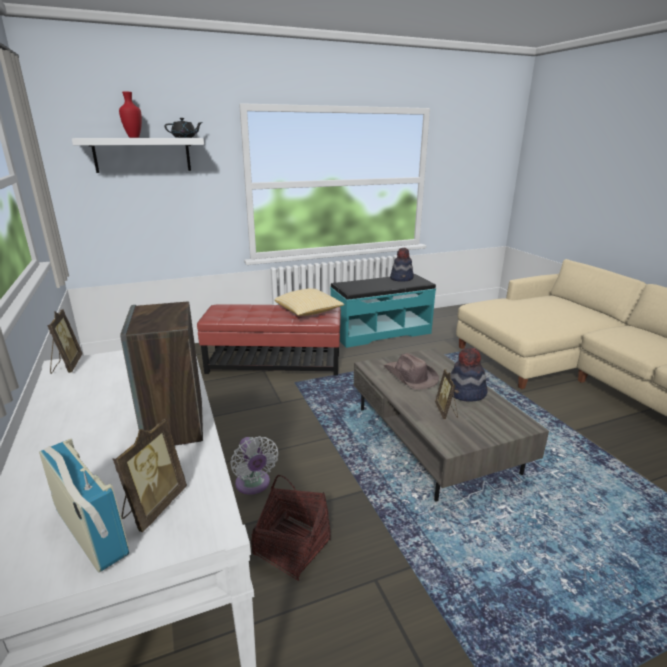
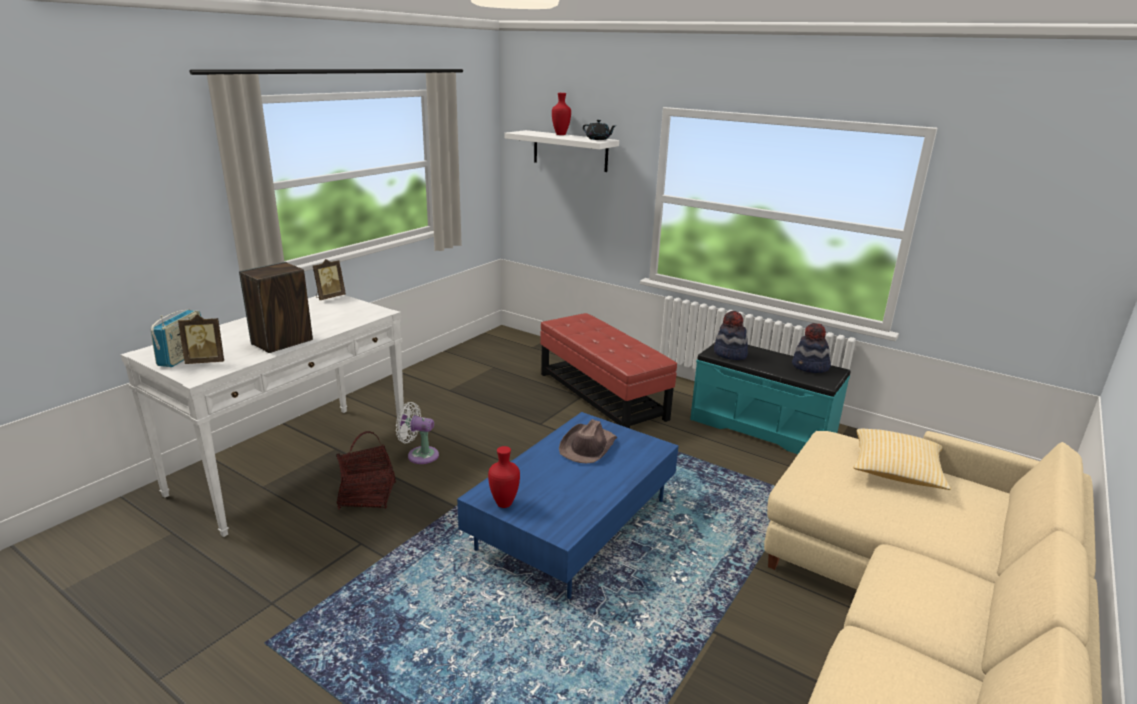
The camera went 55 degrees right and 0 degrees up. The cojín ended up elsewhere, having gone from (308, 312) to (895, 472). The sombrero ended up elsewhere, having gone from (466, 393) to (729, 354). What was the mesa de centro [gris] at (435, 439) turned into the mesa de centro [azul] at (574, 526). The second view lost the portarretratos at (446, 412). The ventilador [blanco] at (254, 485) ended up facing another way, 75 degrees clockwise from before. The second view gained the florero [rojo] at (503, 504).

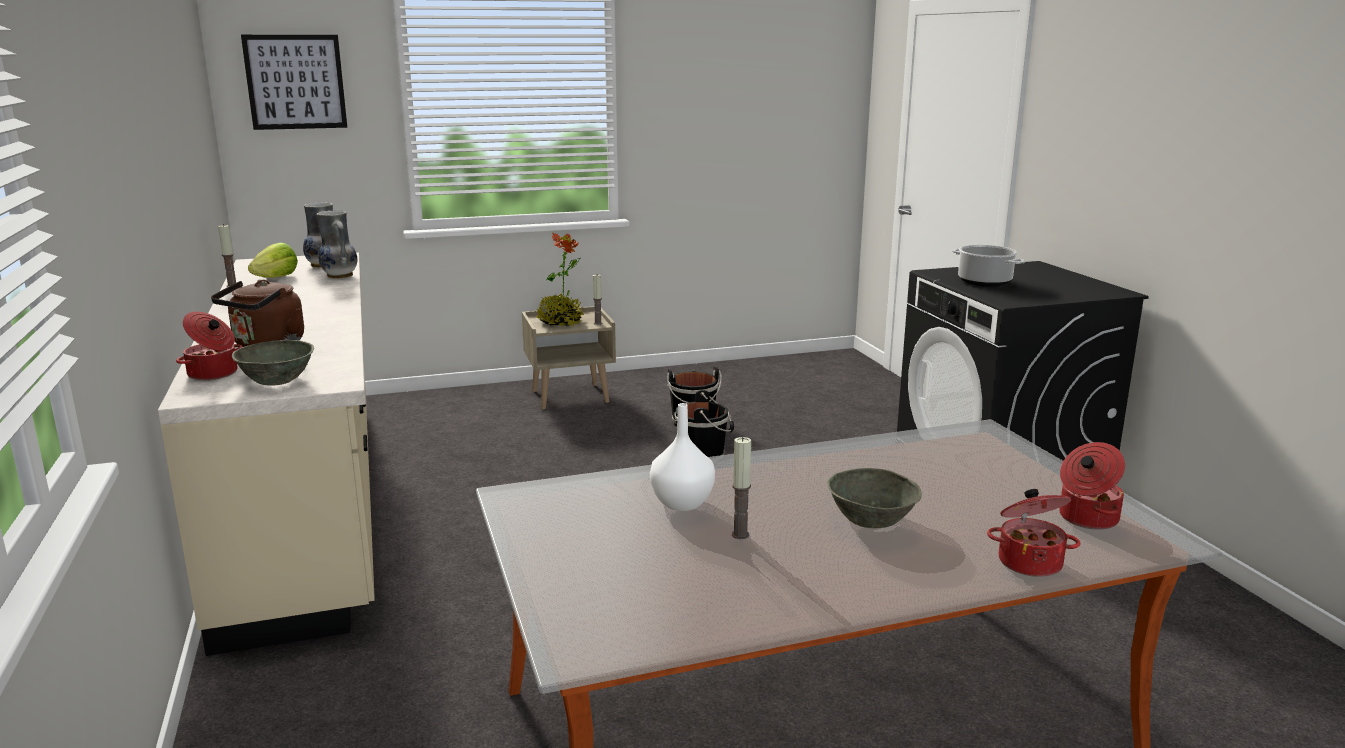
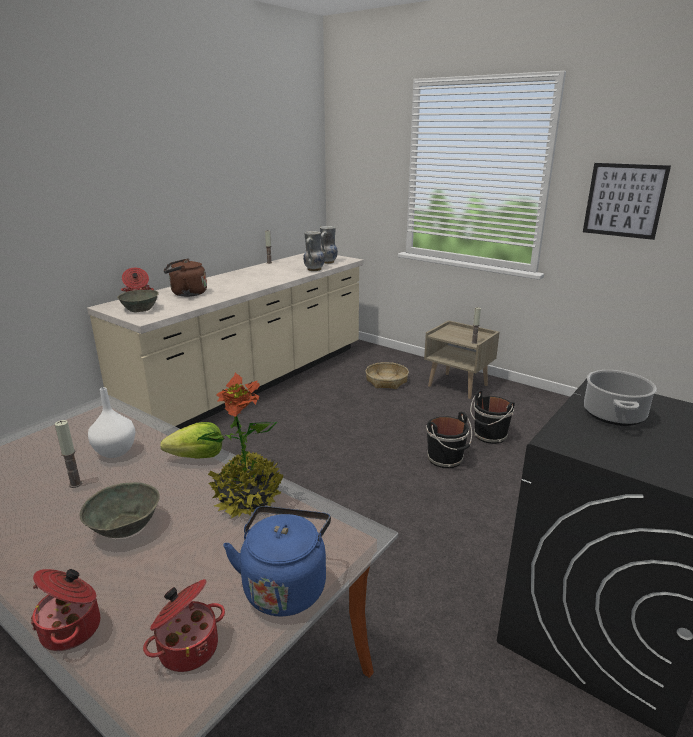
The camera went 55 degrees right and 5 degrees up. The cuadro ended up elsewhere, having gone from (295, 82) to (624, 200). The planta en maceta ended up elsewhere, having gone from (560, 322) to (247, 497). The lechuga ended up elsewhere, having gone from (276, 278) to (197, 457). The second view gained the cesta at (386, 381). The second view gained the hervidor [azul] at (285, 586).

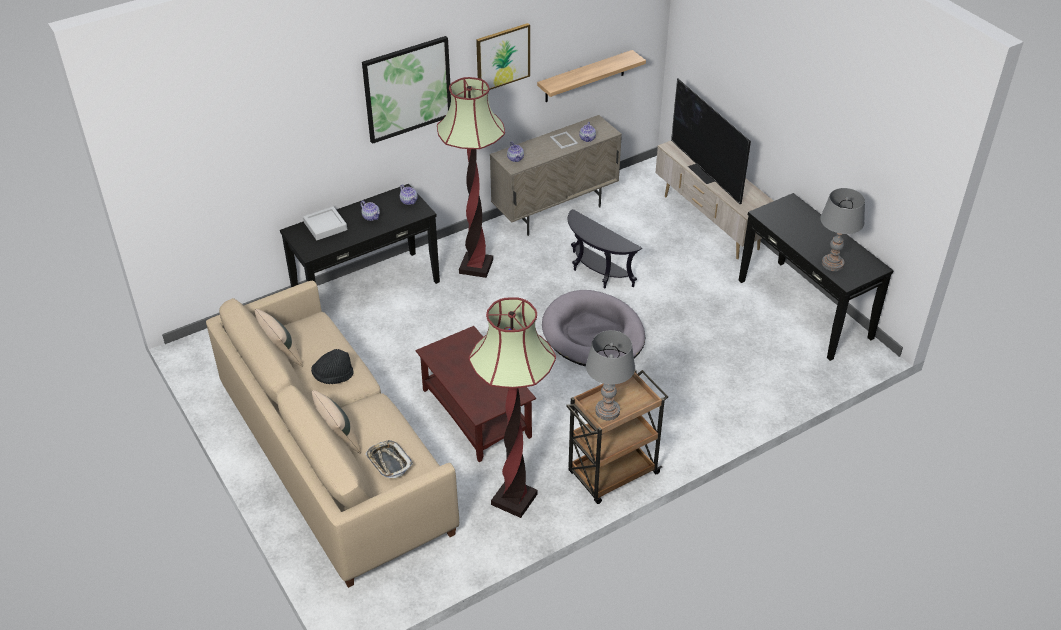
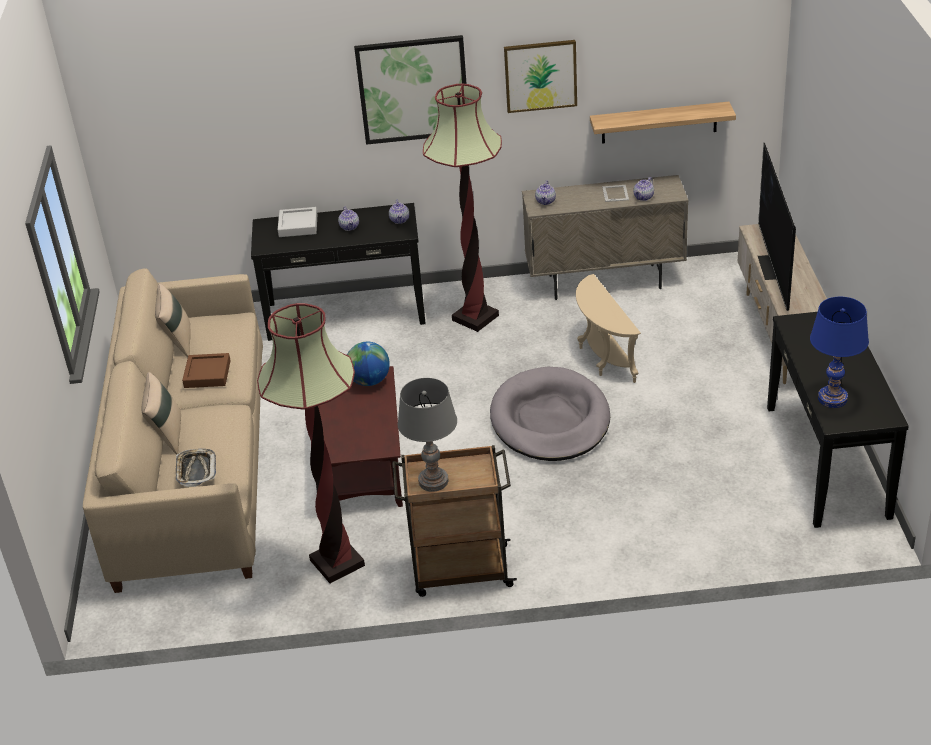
The camera went 30 degrees right and 5 degrees down. What was the lámpara de mesa [gris] at (832, 264) turned into the lámpara de mesa [azul] at (832, 398). What was the mesa auxiliar [negro] at (597, 273) turned into the mesa auxiliar [beis] at (603, 357). Where the sombrero [negro] stood at (333, 376), the bandeja [marrón] came to stand at (207, 374). The second view gained the globo terráqueo at (369, 381).

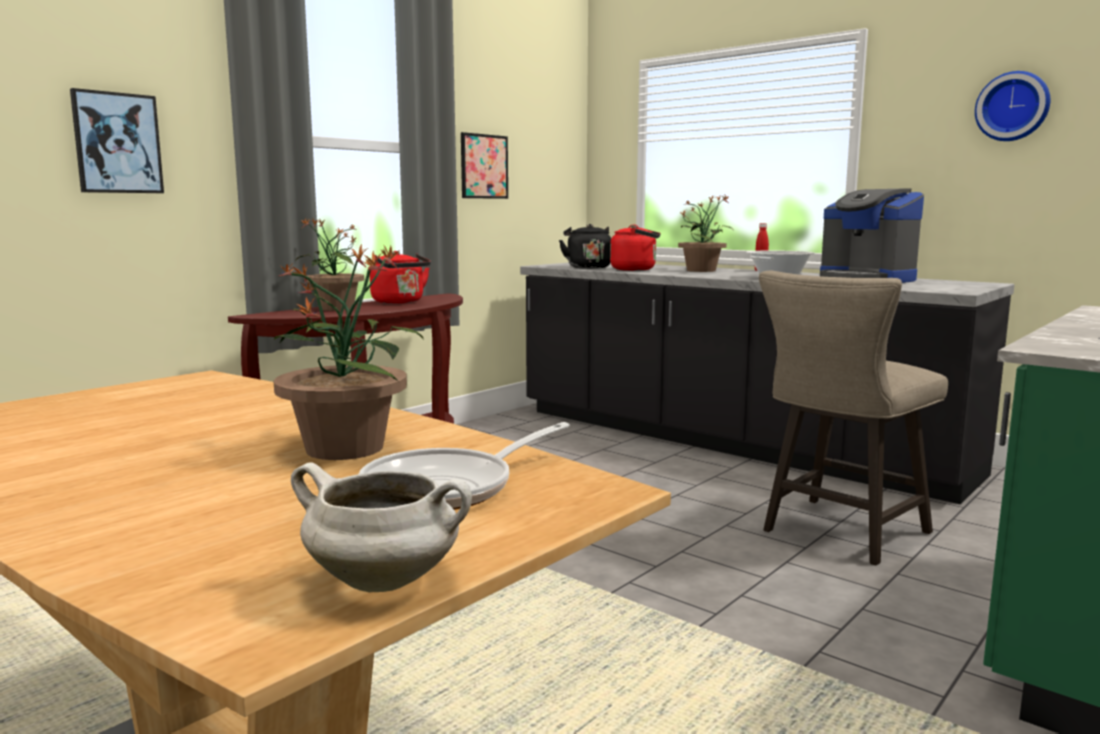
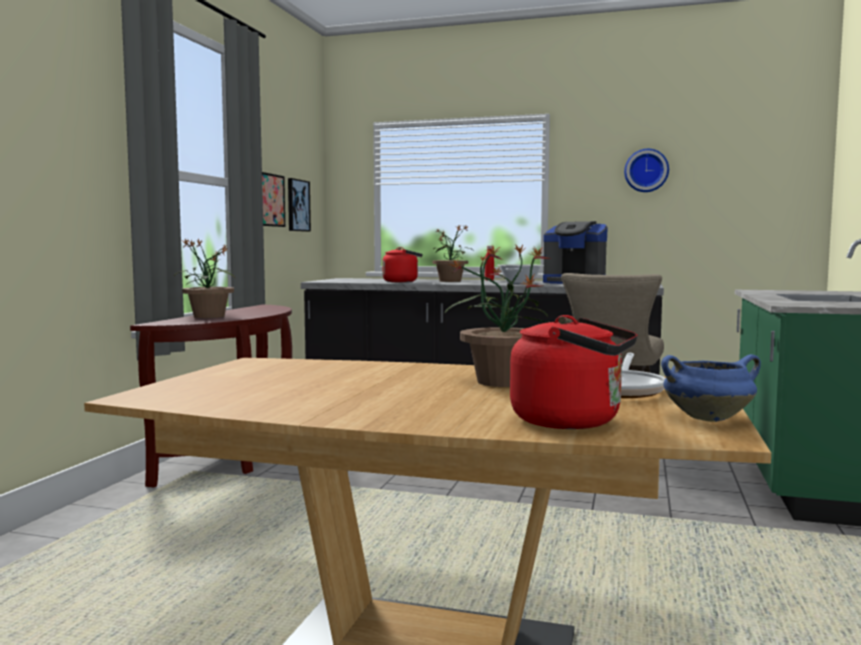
The camera went 25 degrees left and 5 degrees down. The cuadro ended up elsewhere, having gone from (117, 143) to (297, 205). The second view lost the hervidor [negro] at (587, 267). The hervidor [rojo] ended up elsewhere, having gone from (400, 302) to (573, 421). What was the olla [blanco] at (386, 581) turned into the olla [azul] at (708, 418).

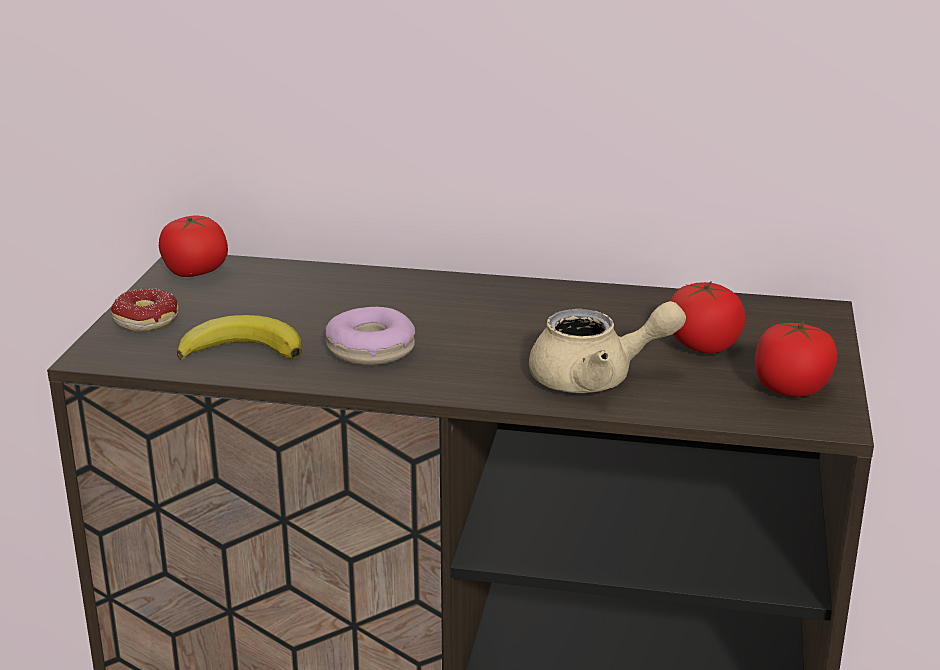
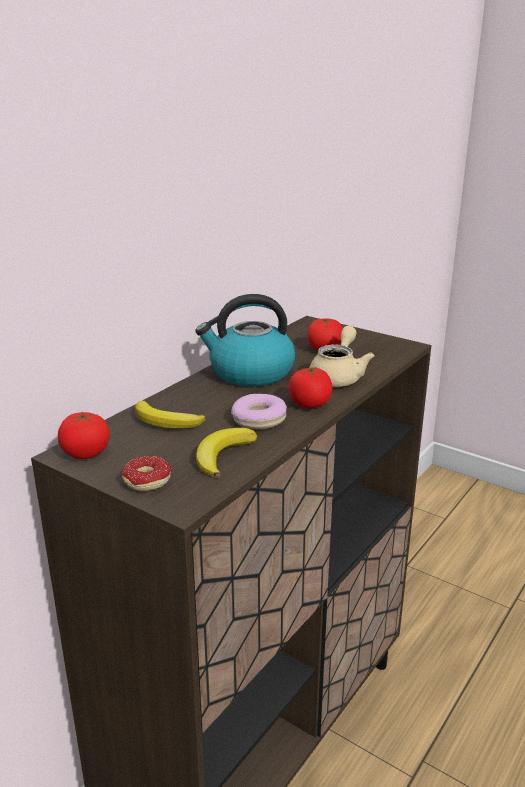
The camera went 65 degrees left and 0 degrees up. The tomate ended up elsewhere, having gone from (791, 388) to (310, 404). The second view gained the hervidor at (250, 373). The second view gained the plátano at (167, 421).

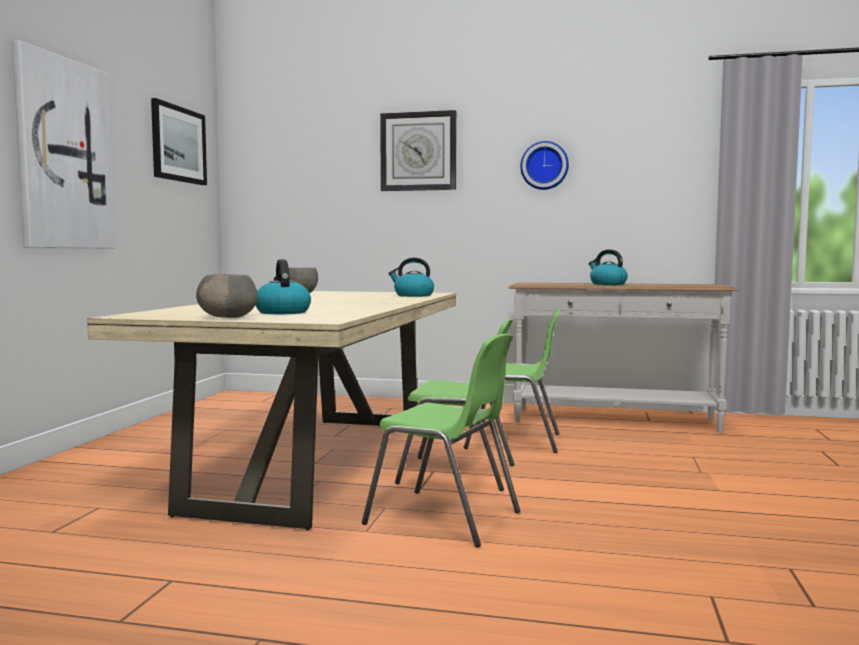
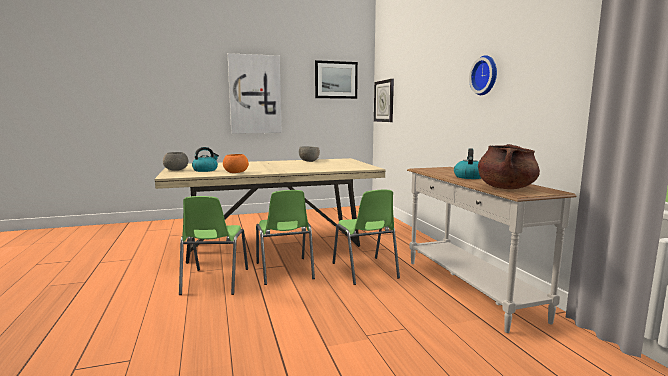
The camera went 60 degrees right and 5 degrees up. The reloj de pared ended up elsewhere, having gone from (418, 151) to (384, 101). The second view lost the hervidor at (413, 295). The second view gained the olla [marrón] at (506, 188). The second view gained the cuenco [naranja] at (235, 172).

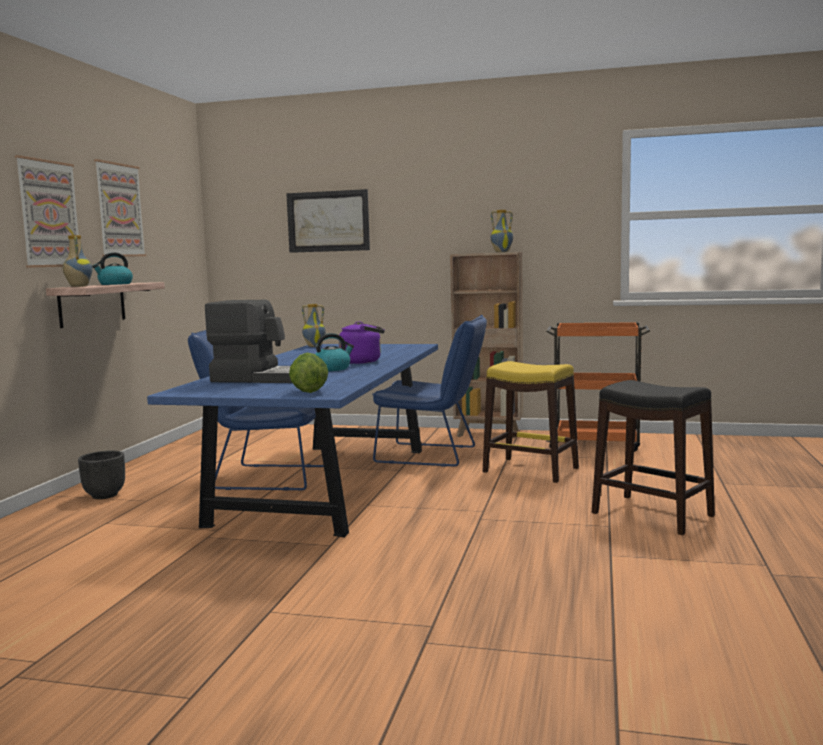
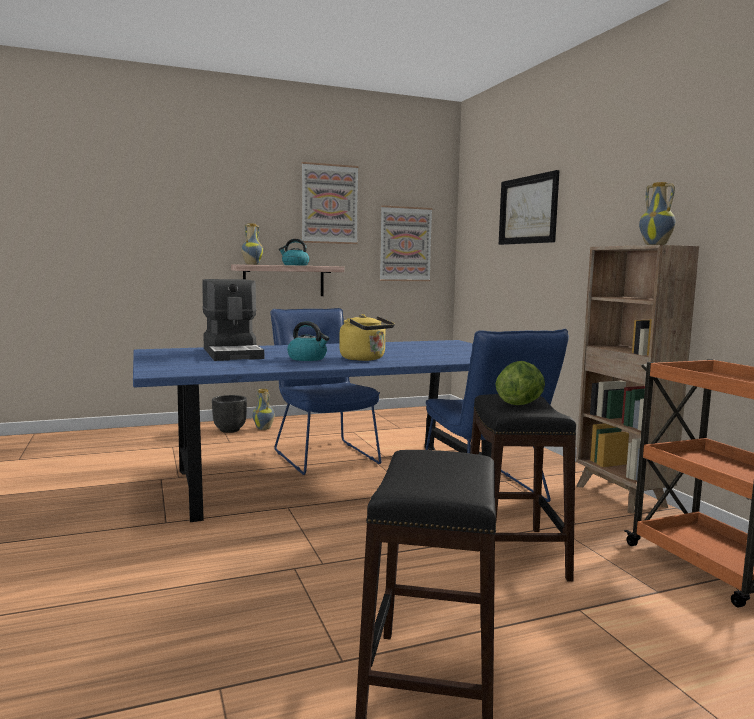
The camera went 55 degrees right and 0 degrees up. The cuadro ended up elsewhere, having gone from (48, 214) to (405, 244). The florero ended up elsewhere, having gone from (314, 346) to (264, 428). What was the hervidor [morado] at (363, 361) turned into the hervidor [amarillo] at (365, 359). The lechuga ended up elsewhere, having gone from (308, 392) to (520, 404). What was the taburete [amarillo] at (530, 470) turned into the taburete [negro] at (514, 553).

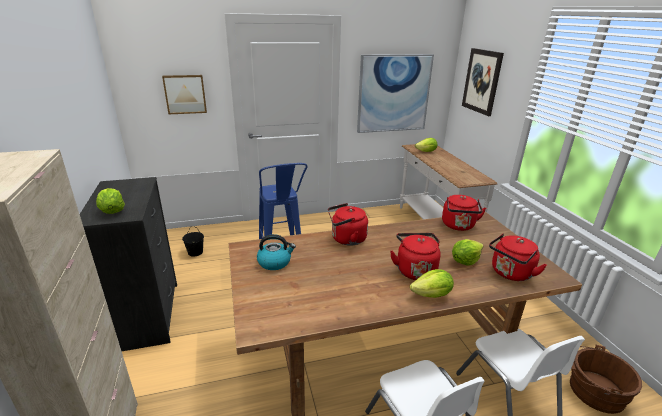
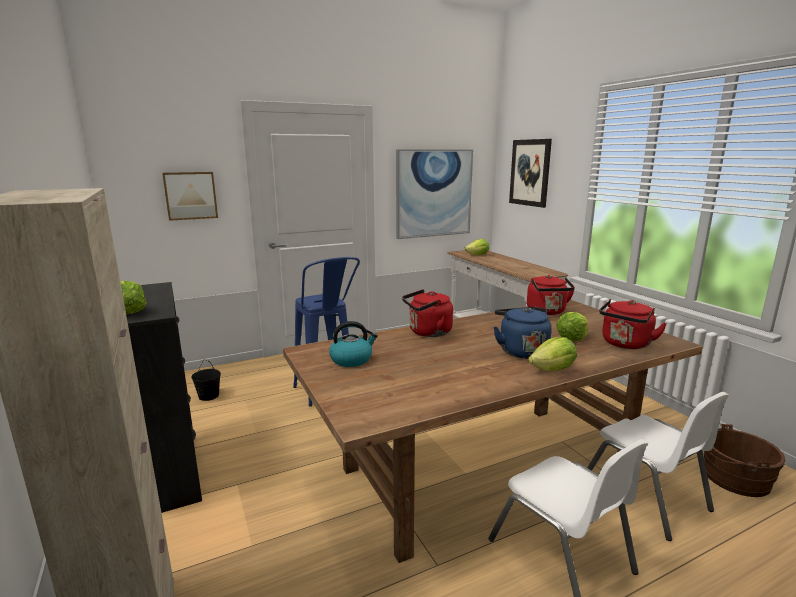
The camera went 10 degrees left and 10 degrees down. What was the hervidor [rojo] at (414, 270) turned into the hervidor [azul] at (521, 351).

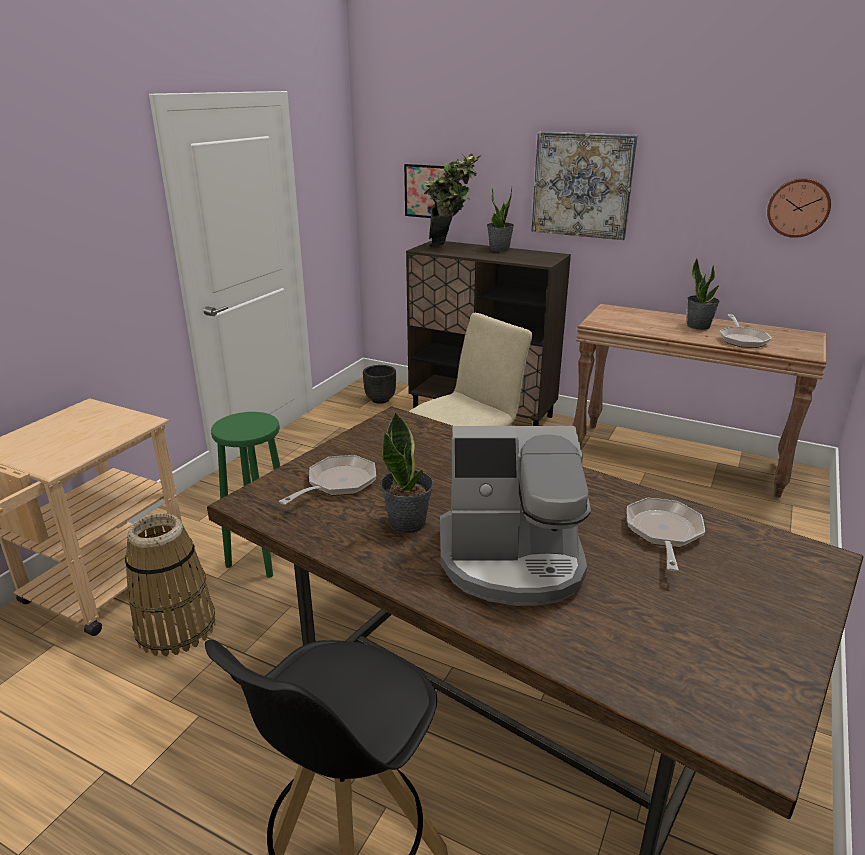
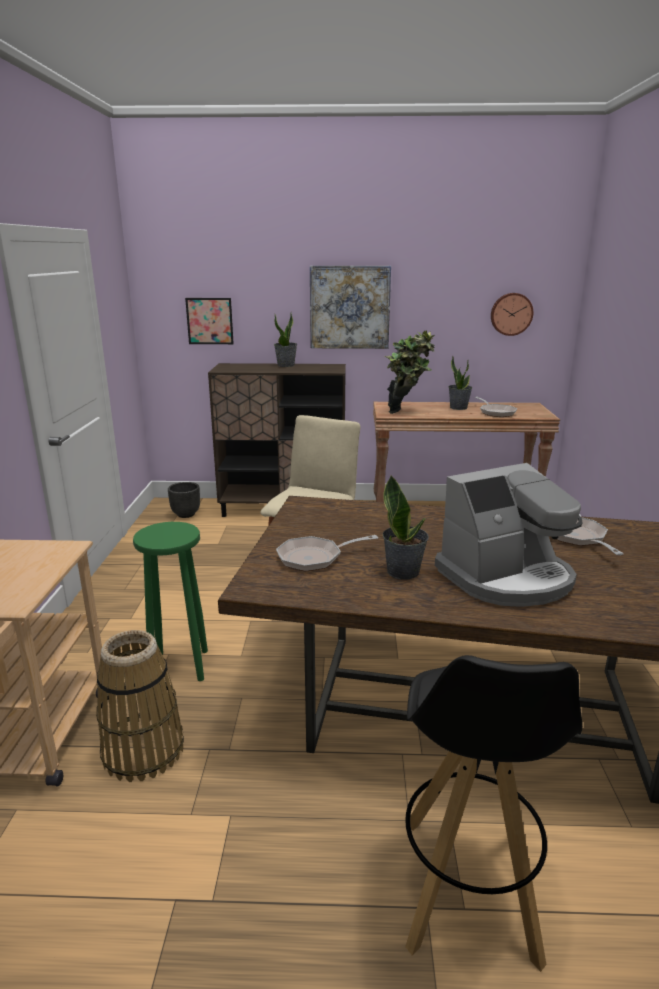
The camera went 25 degrees left and 5 degrees down. The planta en maceta ended up elsewhere, having gone from (451, 246) to (406, 412). The sartén at (337, 484) ended up facing another way, 120 degrees counterclockwise from before.

